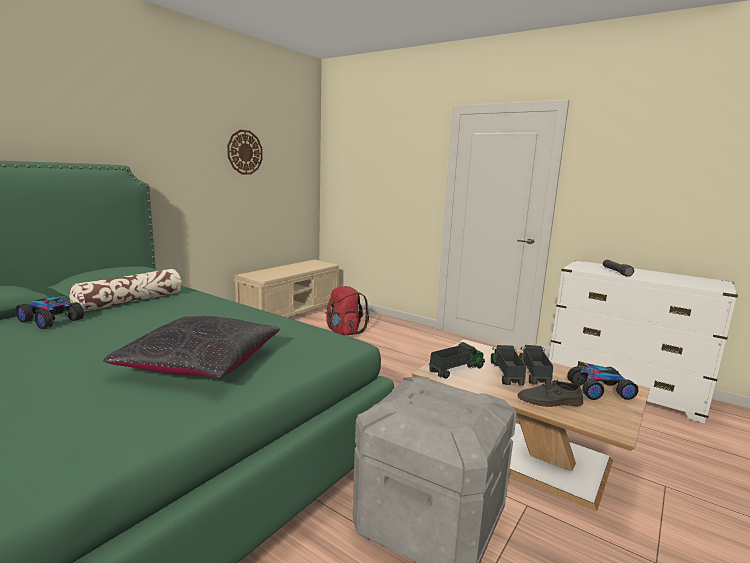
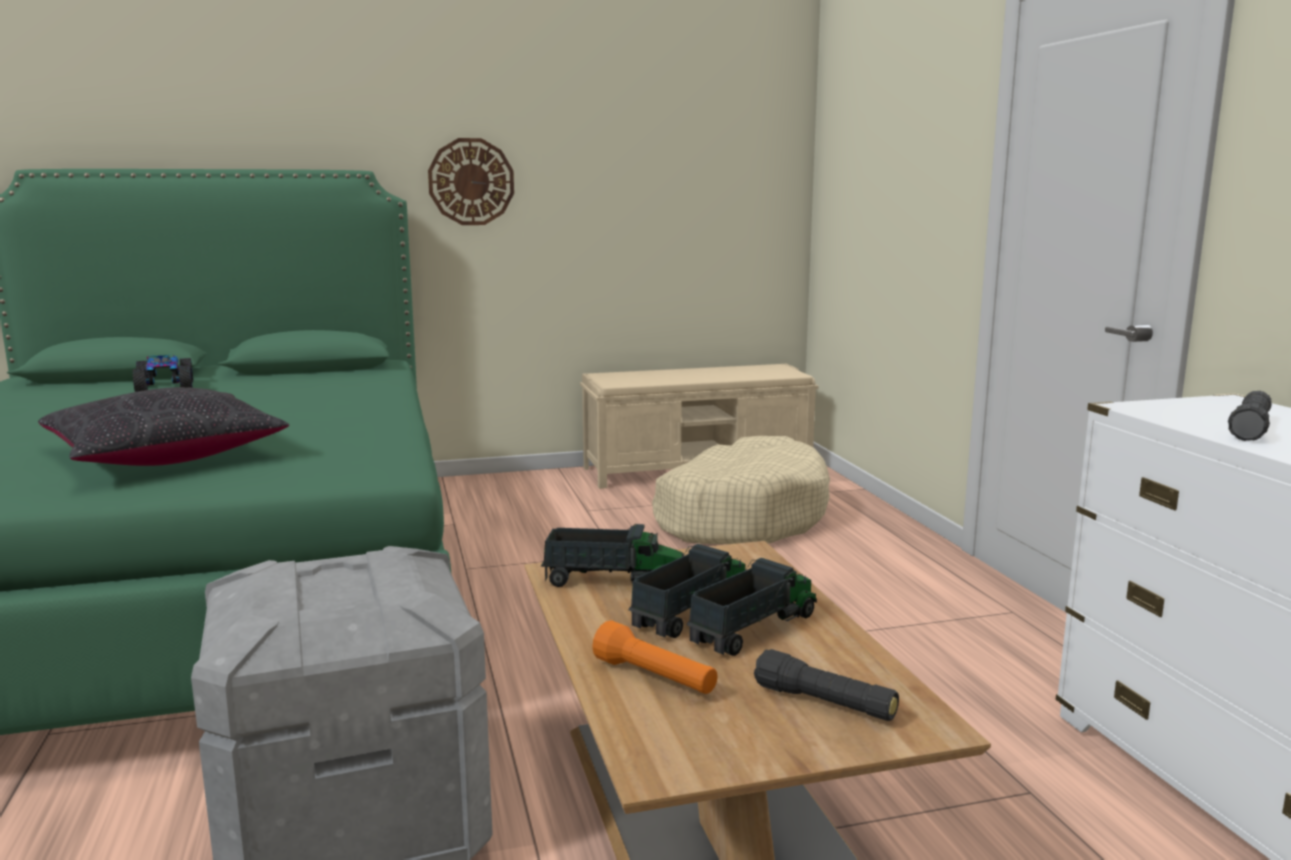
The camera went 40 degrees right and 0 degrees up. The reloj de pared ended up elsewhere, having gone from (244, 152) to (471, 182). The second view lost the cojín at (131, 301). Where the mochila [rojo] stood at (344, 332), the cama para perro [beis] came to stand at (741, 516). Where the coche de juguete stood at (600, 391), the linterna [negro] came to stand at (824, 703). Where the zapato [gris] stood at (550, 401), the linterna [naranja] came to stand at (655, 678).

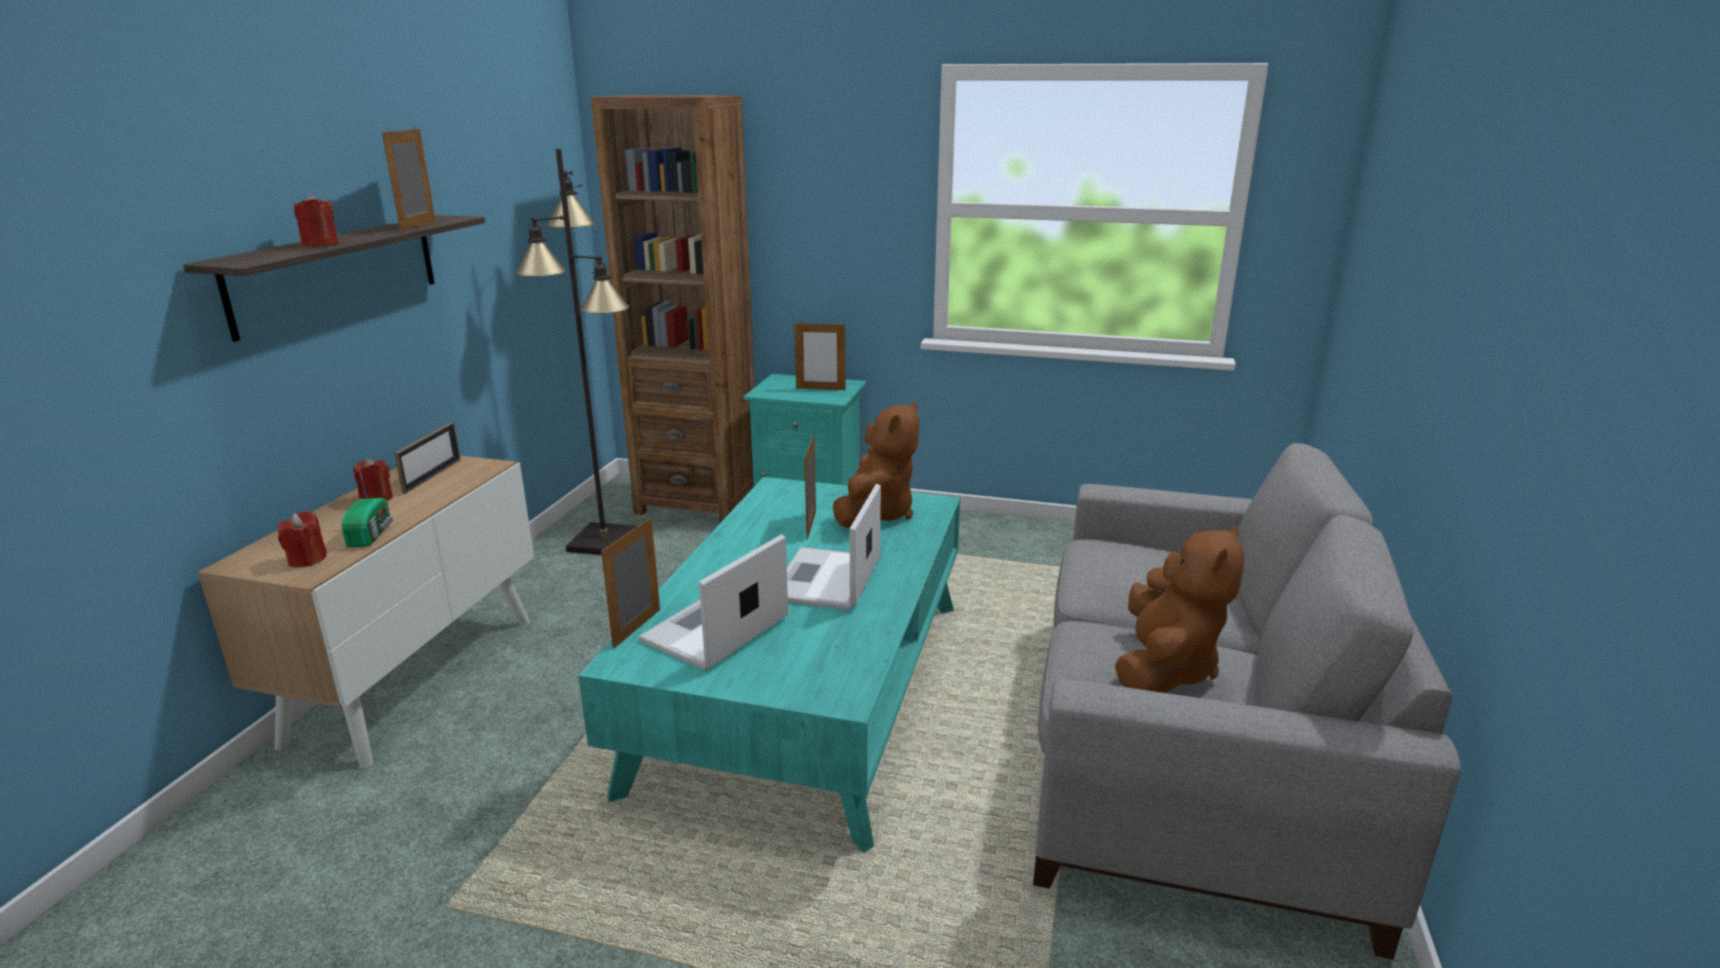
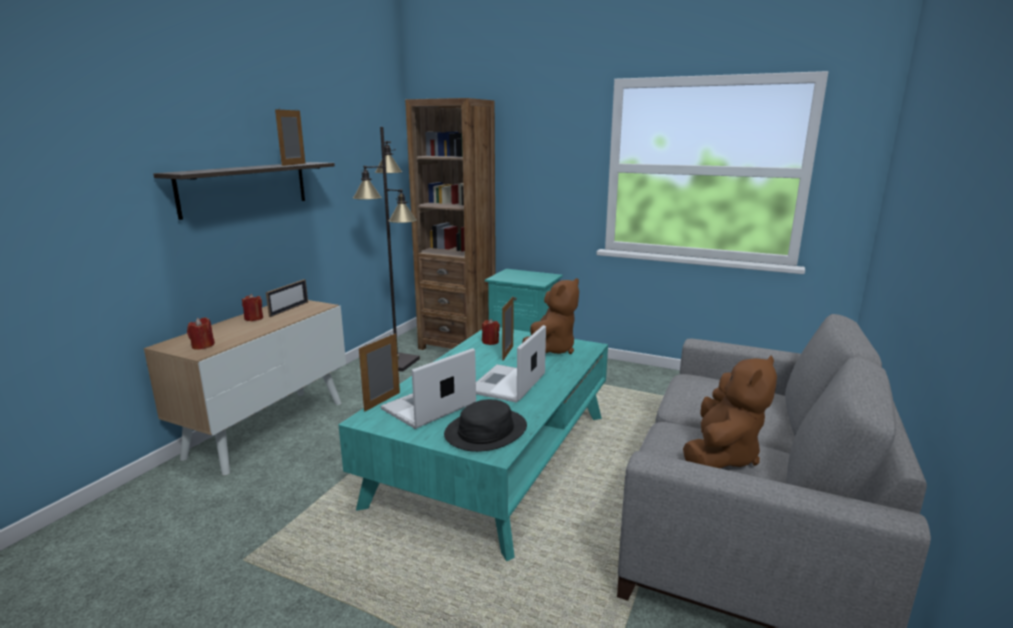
The camera went 10 degrees right and 5 degrees down. The vela [rojo] ended up elsewhere, having gone from (320, 244) to (490, 342). The second view lost the portarretratos at (820, 389). The second view lost the radio at (372, 534). The second view gained the sombrero [negro] at (485, 431).

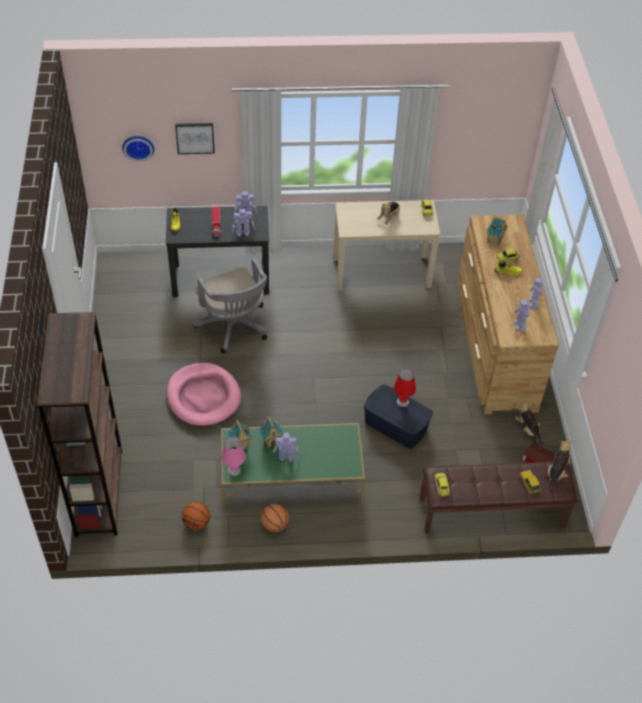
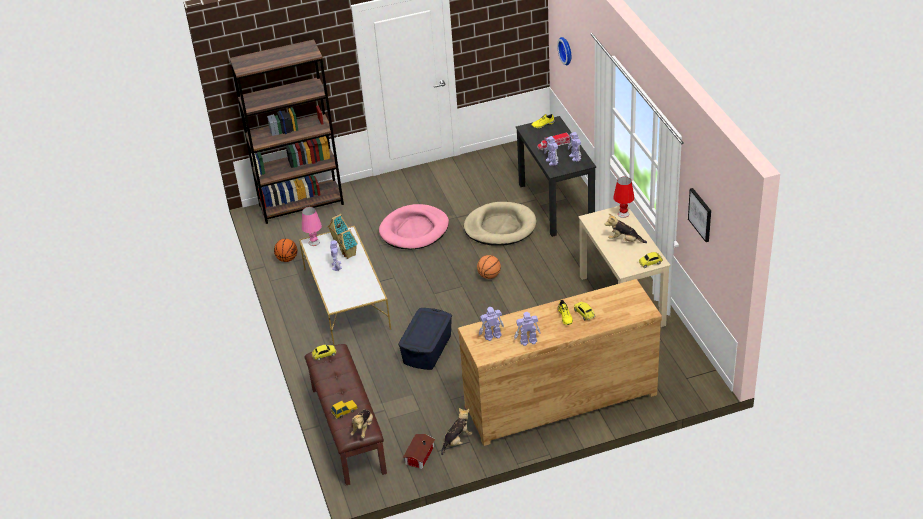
The camera went 80 degrees right and 10 degrees down. The cuadro ended up elsewhere, having gone from (195, 137) to (700, 214). The second view lost the casita at (494, 240). Where the silla de oficina [gris] stood at (234, 328), the cama para perro [beis] came to stand at (500, 227). The lámpara de mesa [rojo] ended up elsewhere, having gone from (402, 402) to (623, 214). What was the mesa de centro [verde] at (290, 478) turned into the mesa de centro [blanco] at (346, 298). The peluche at (556, 472) ended up facing another way, 90 degrees clockwise from before. The balón de baloncesto ended up elsewhere, having gone from (275, 525) to (489, 276).

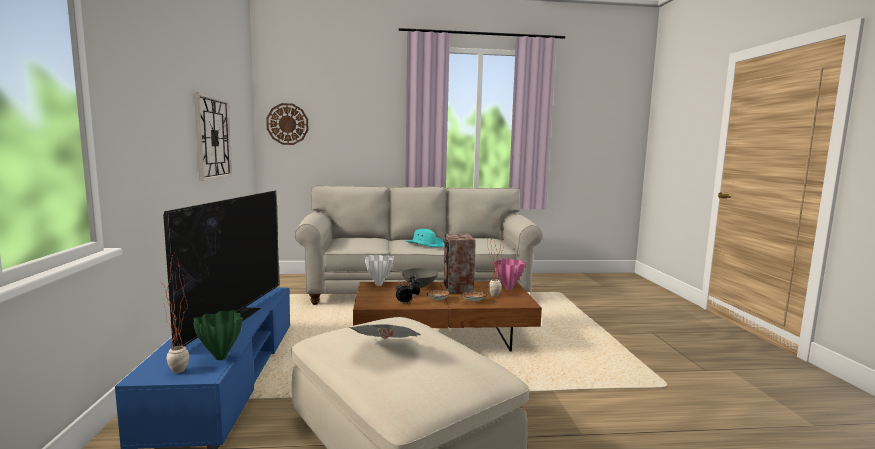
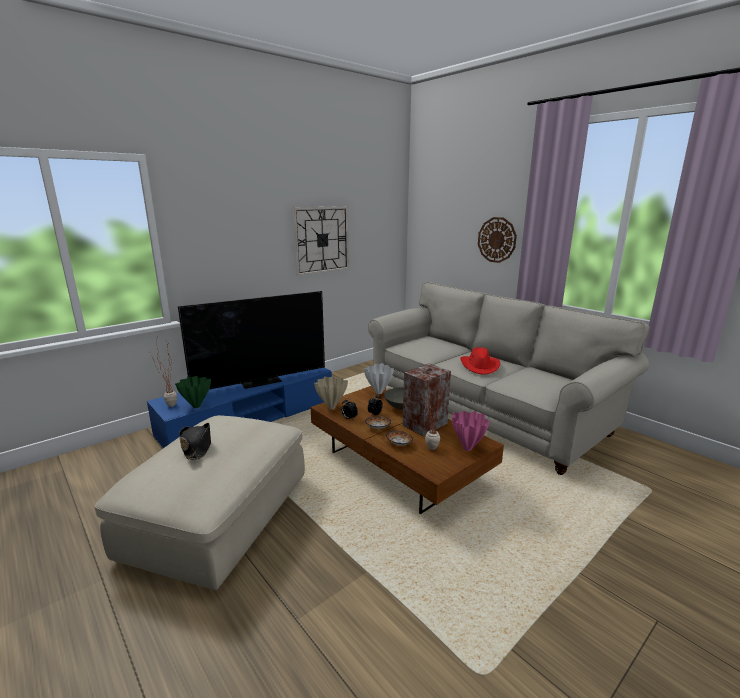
The camera went 55 degrees right and 10 degrees up. The reloj de pared ended up elsewhere, having gone from (287, 124) to (497, 240). What was the sombrero [turquesa] at (425, 244) turned into the sombrero [rojo] at (480, 366). Where the periódico stood at (386, 350), the sombrero [negro] came to stand at (197, 446). The second view gained the florero [beis] at (331, 407).

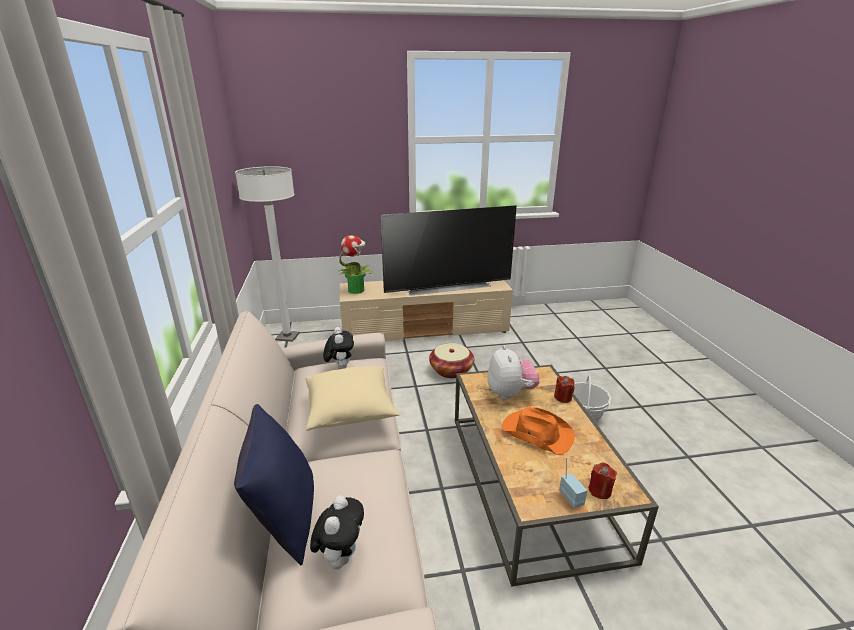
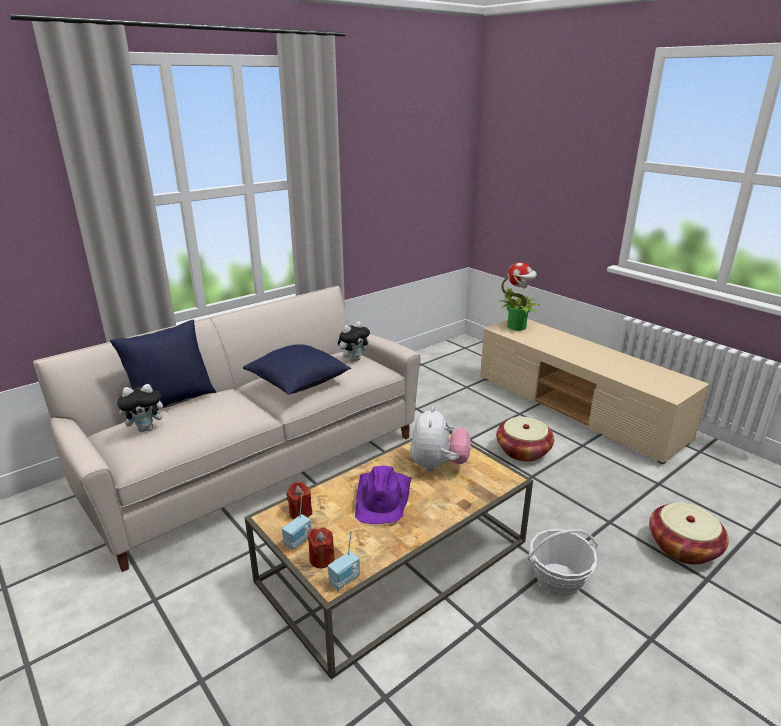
The camera went 60 degrees right and 0 degrees up. The second view lost the lámpara de pie [blanco] at (287, 337). The second view lost the televisor at (447, 286). The peluche at (510, 393) ended up facing another way, 45 degrees counterclockwise from before. What was the cojín [beis] at (351, 411) turned into the cojín [azul] at (298, 383). The vela [rojo] ended up elsewhere, having gone from (563, 397) to (300, 512). What was the sombrero [naranja] at (536, 432) turned into the sombrero [morado] at (383, 498). The second view gained the cesta at (683, 547). The second view gained the radio at (345, 580).

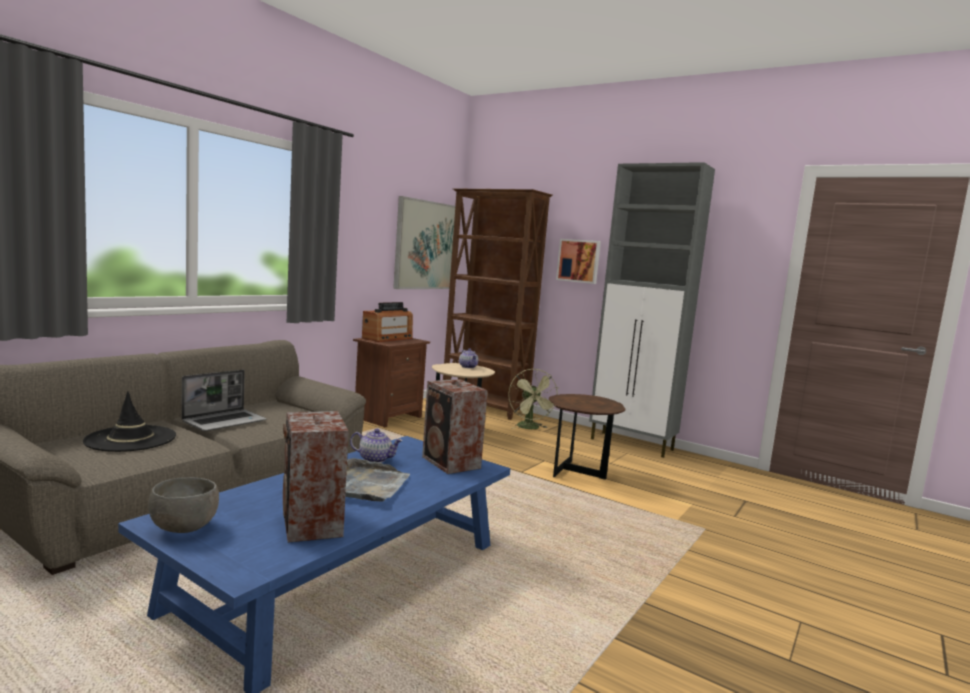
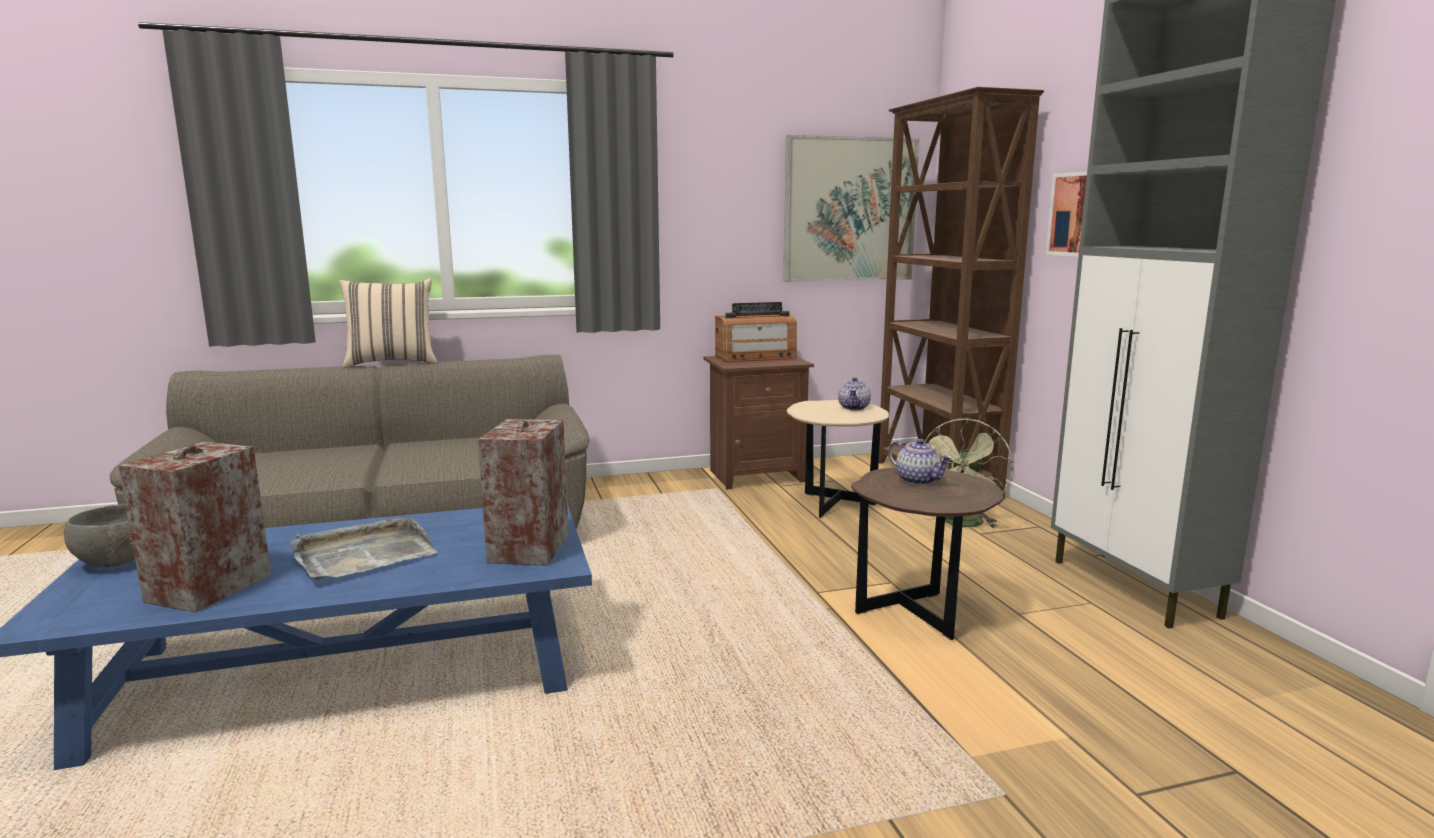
The camera went 40 degrees right and 5 degrees up. The second view lost the portátil at (225, 421). The second view lost the sombrero [negro] at (131, 439). The tetera ended up elsewhere, having gone from (375, 459) to (918, 480). The second view gained the cojín [beis] at (392, 362).

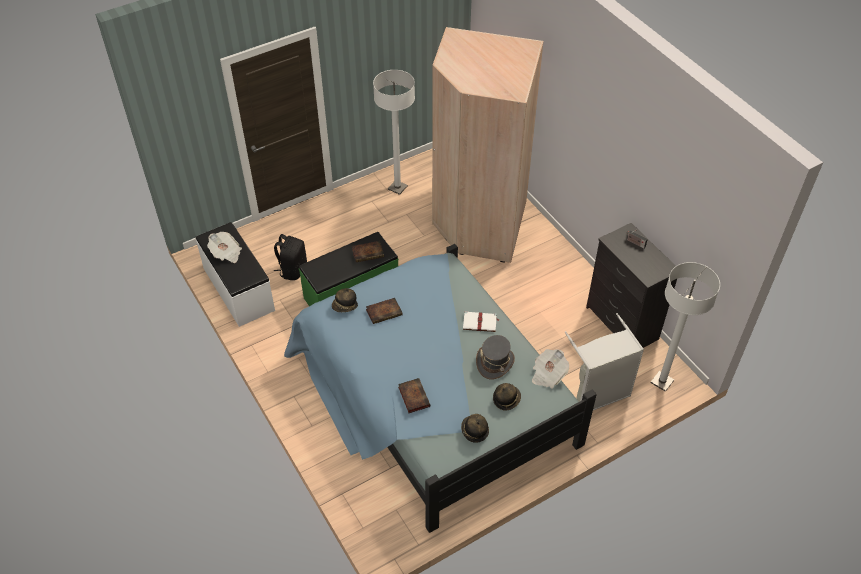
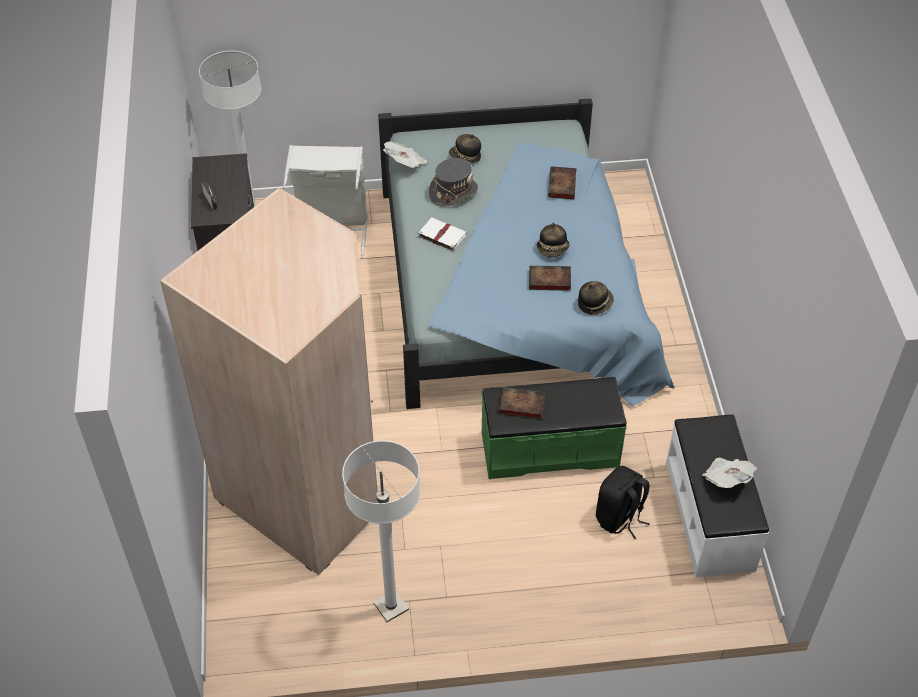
The camera went 155 degrees left and 0 degrees up. The sombrero ended up elsewhere, having gone from (474, 431) to (553, 249).

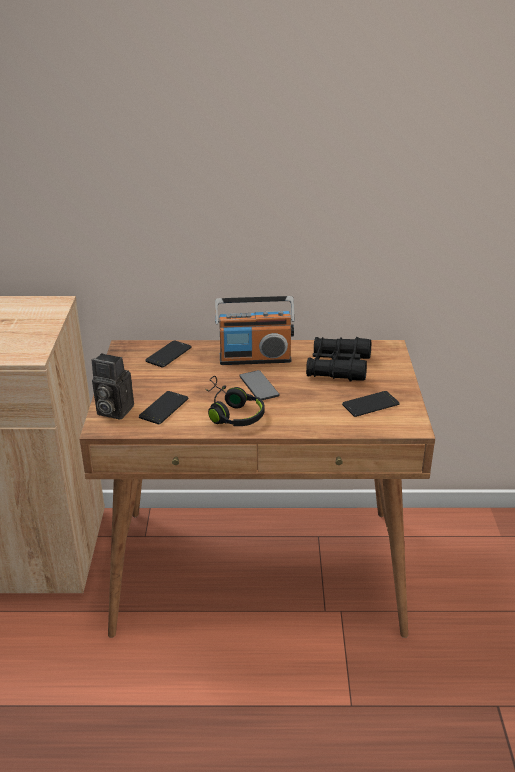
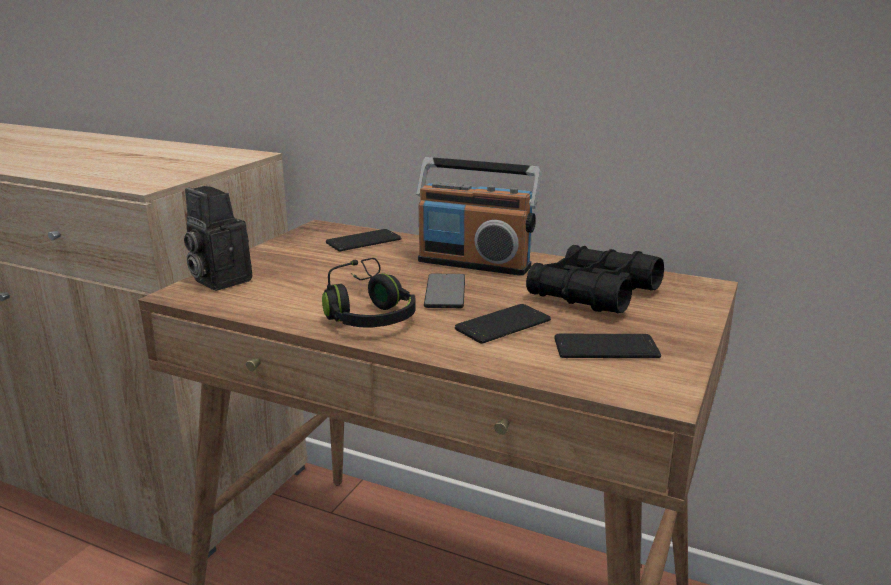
The camera went 25 degrees right and 10 degrees down. The móvil ended up elsewhere, having gone from (164, 408) to (503, 325).

